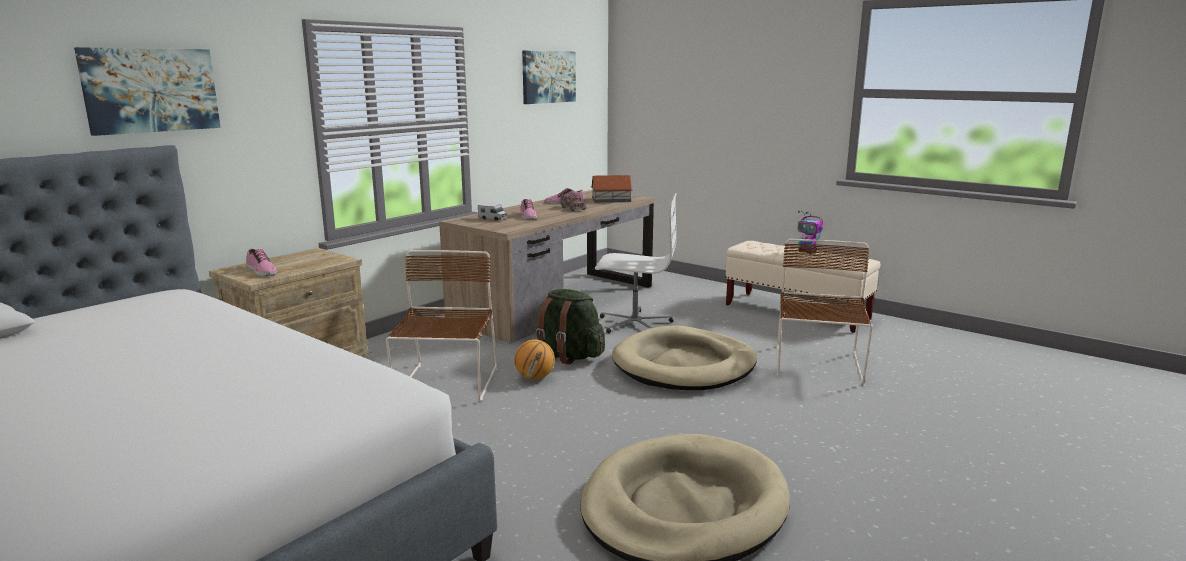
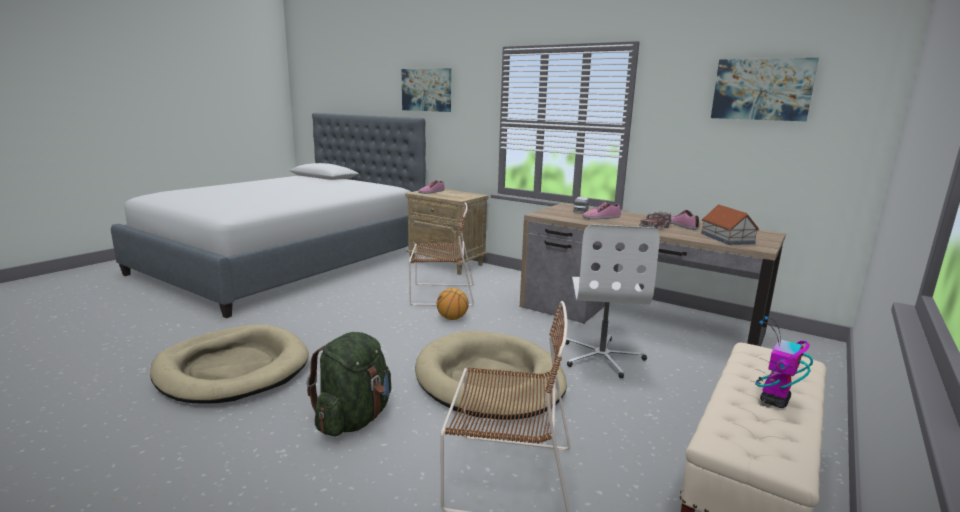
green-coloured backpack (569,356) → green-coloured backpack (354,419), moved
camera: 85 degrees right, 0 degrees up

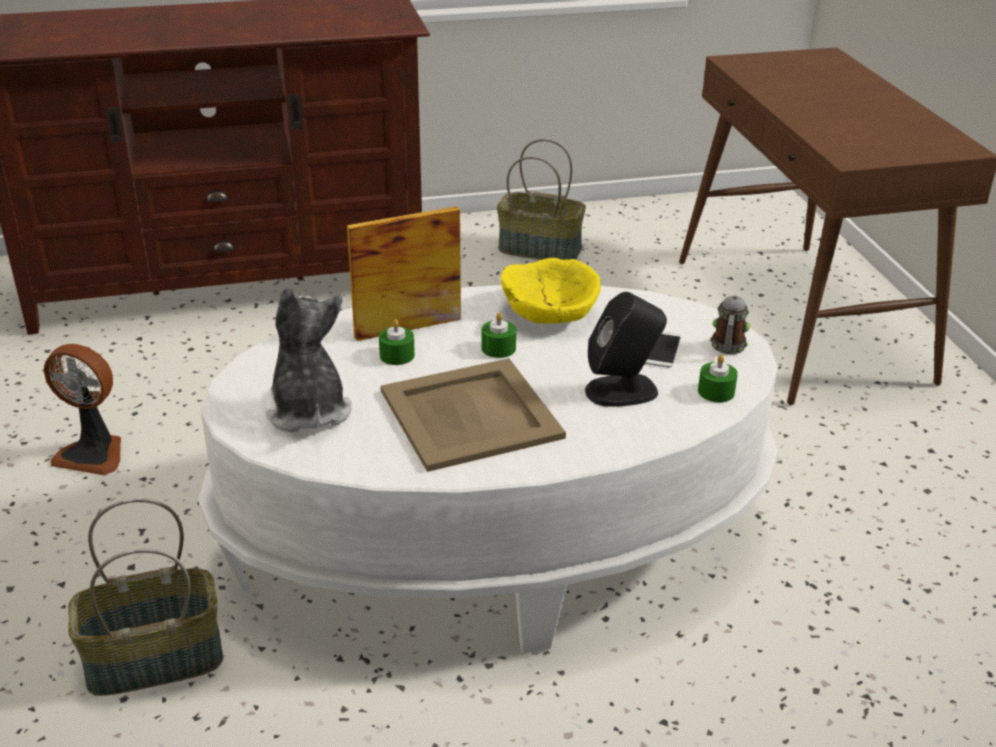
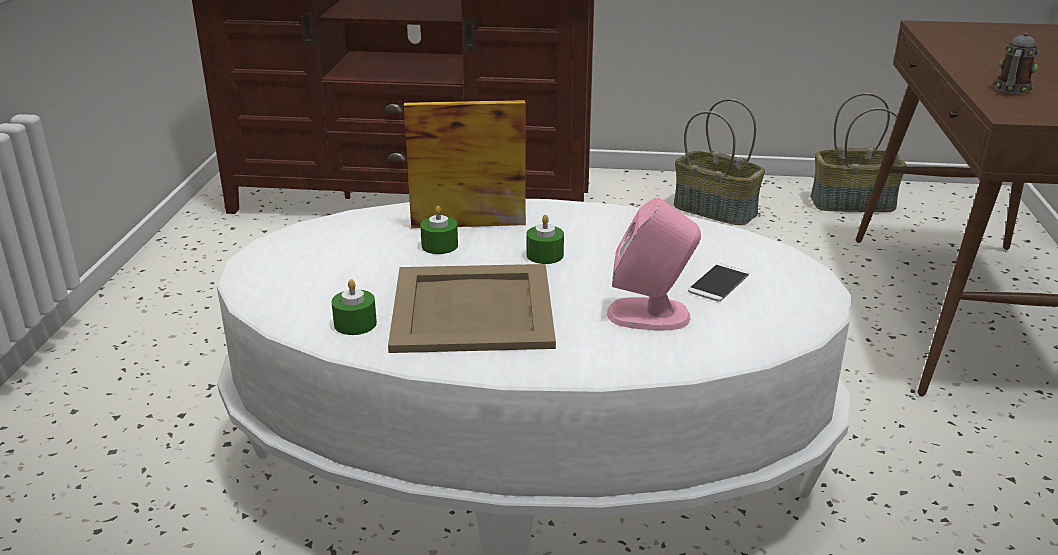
electric fan (93,453) → -
storage basket (153,662) → storage basket (852,204), moved
cuddly toy (308,410) → -
yellowish serving bowl (550,311) → -
blackish audio speaker (622,391) → pink-coloured audio speaker (650,315)
green-coloured candle (716,392) → green-coloured candle (355,324), moved
coffee mug (727,348) → coffee mug (1011,90), moved
camera: 20 degrees right, 5 degrees down

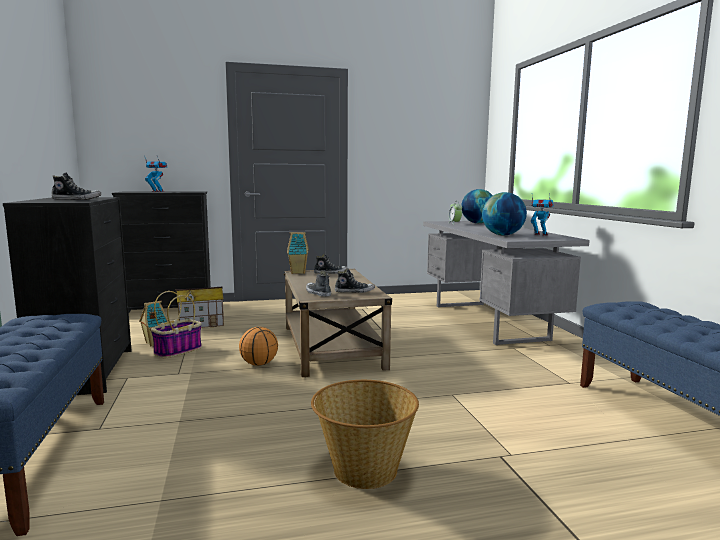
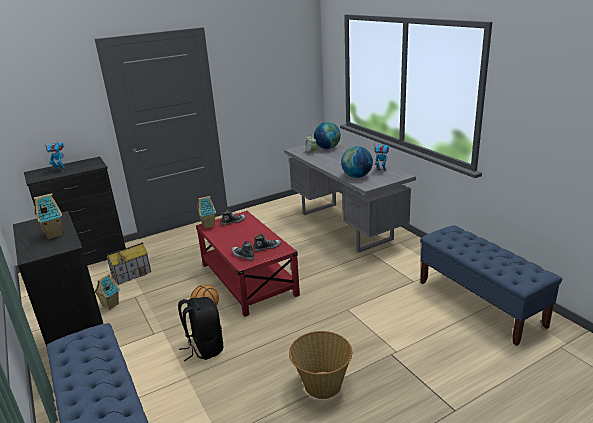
item of footwear (77,199) → miniature house (54,234)
storage basket (178,350) → -
beige-coloured low table (331,347) → red low table (248,279)
- → blackish backpack (204,348)
camera: 15 degrees left, 15 degrees up

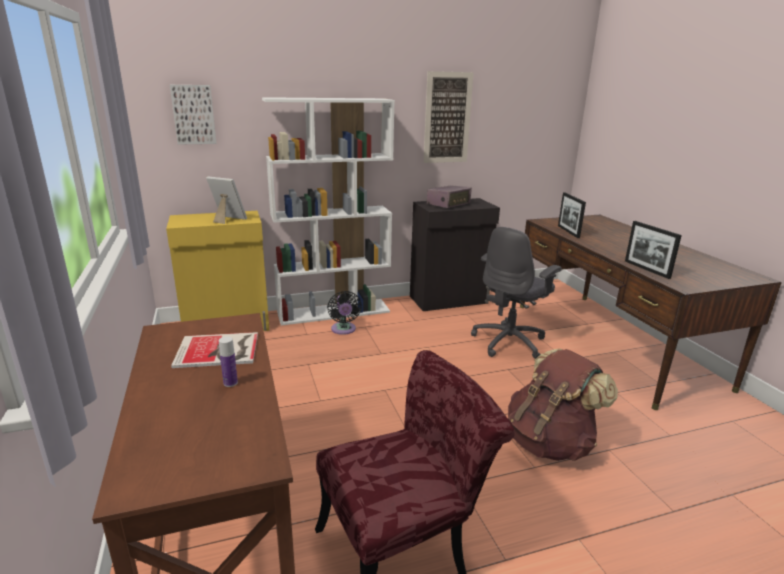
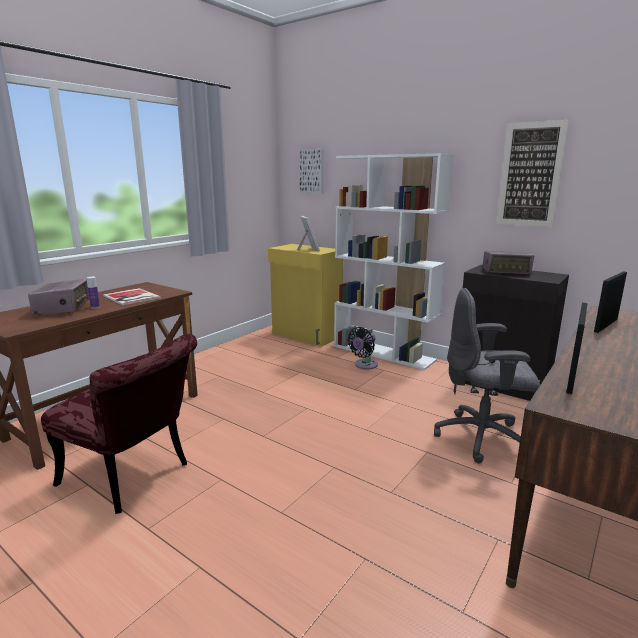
brown-coloured backpack (550,443) → -
- → radio receiver (63,308)
camera: 55 degrees right, 5 degrees down

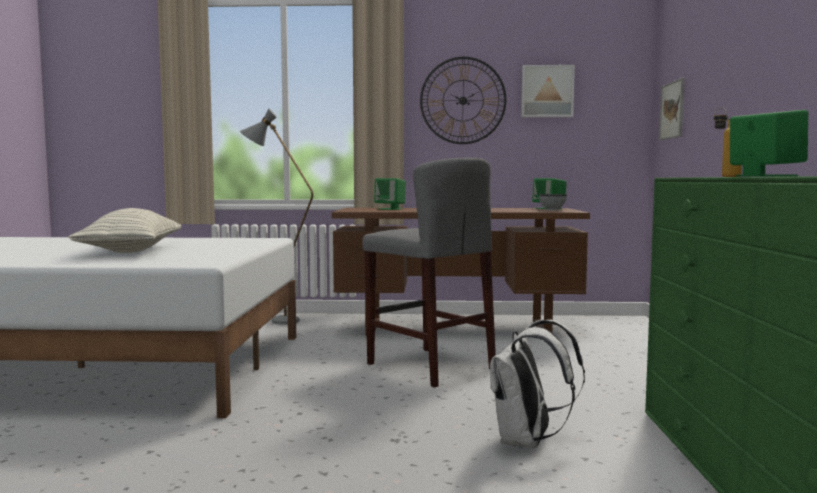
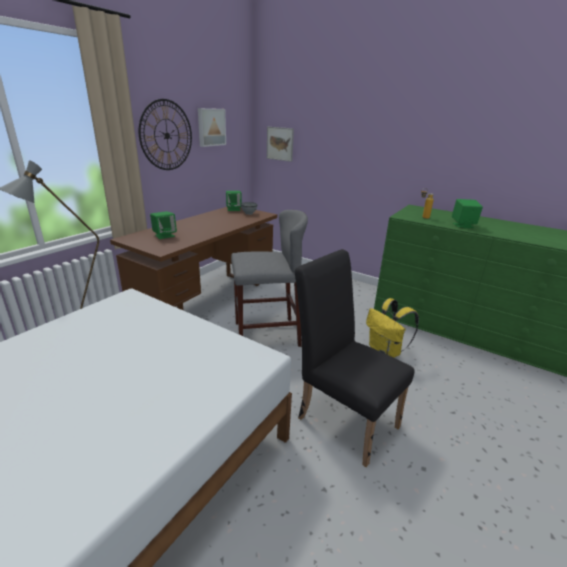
throw pillow (132,251) → -
white backpack (527,441) → yellowish backpack (385,352)
- → blackish plain chair (342,417)
camera: 60 degrees left, 20 degrees up

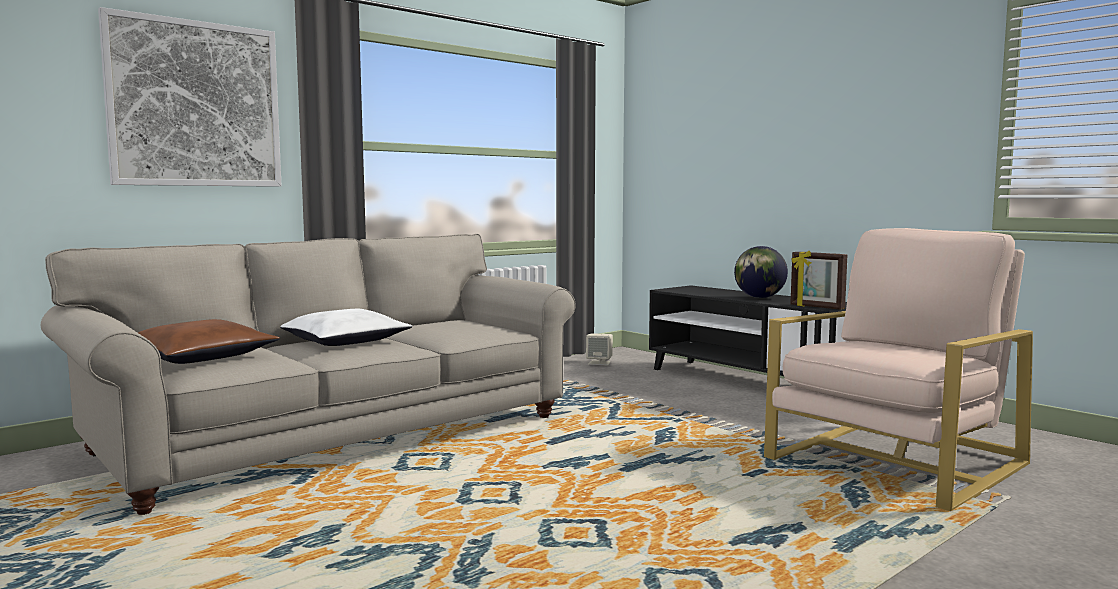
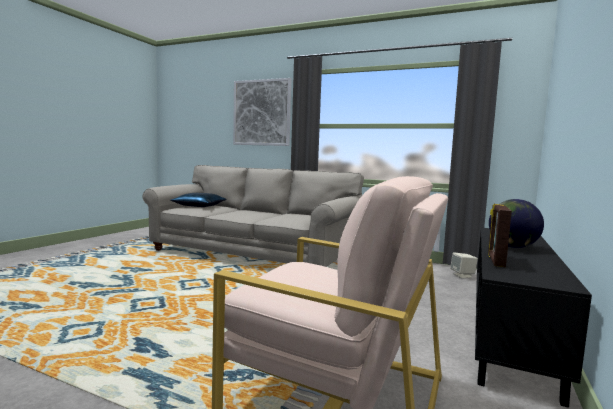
brown-coloured throw pillow (201,357) → blue-coloured throw pillow (200,206)
white throw pillow (346,341) → -
camera: 65 degrees right, 0 degrees up

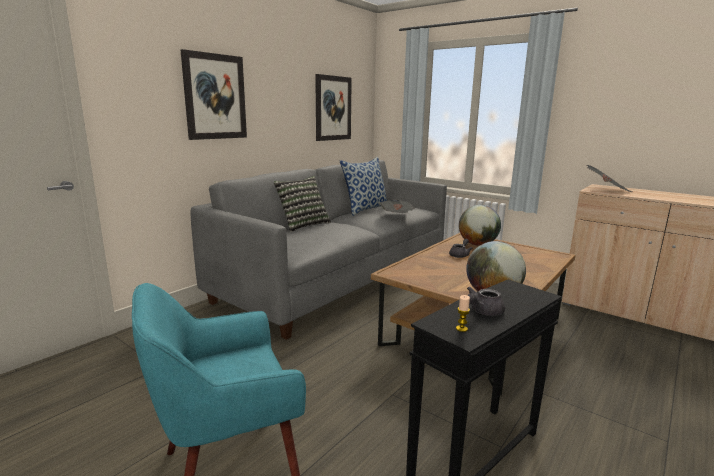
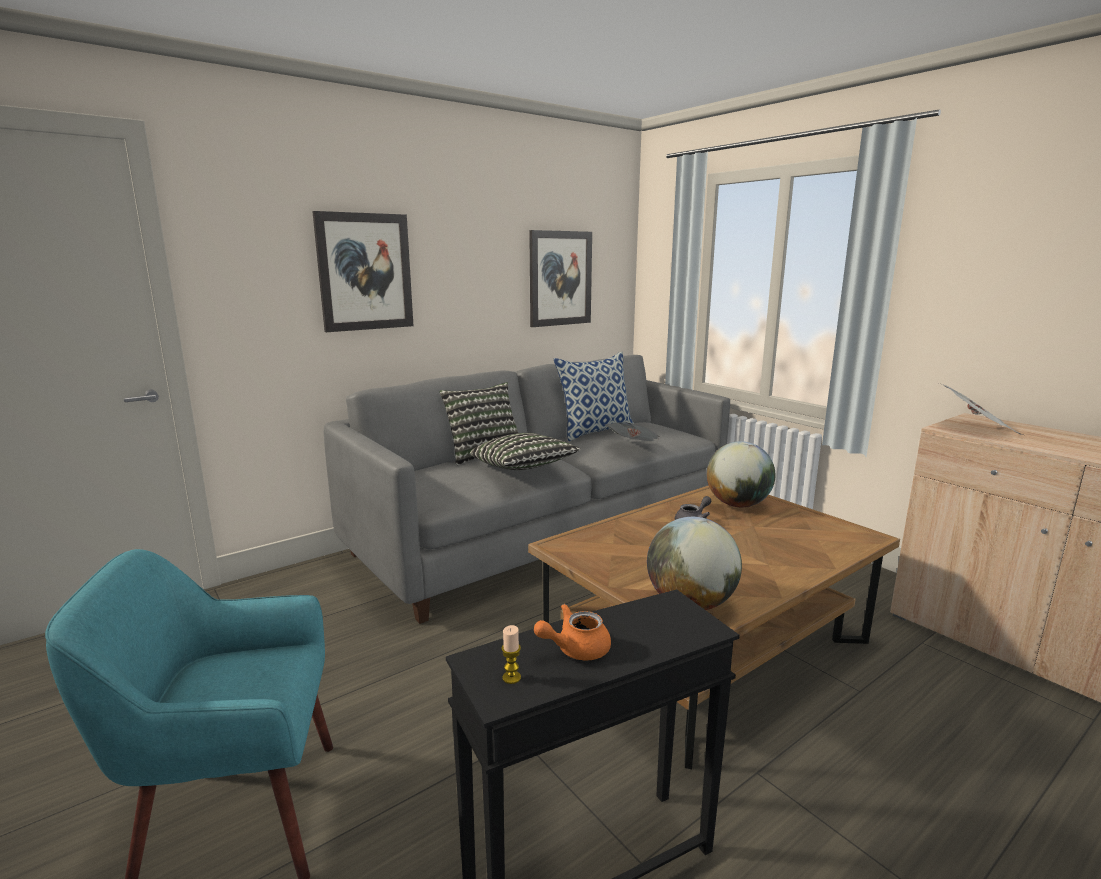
greyish tea pot (483,312) → orange tea pot (575,649)
- → throw pillow (523,468)
camera: 15 degrees right, 0 degrees up

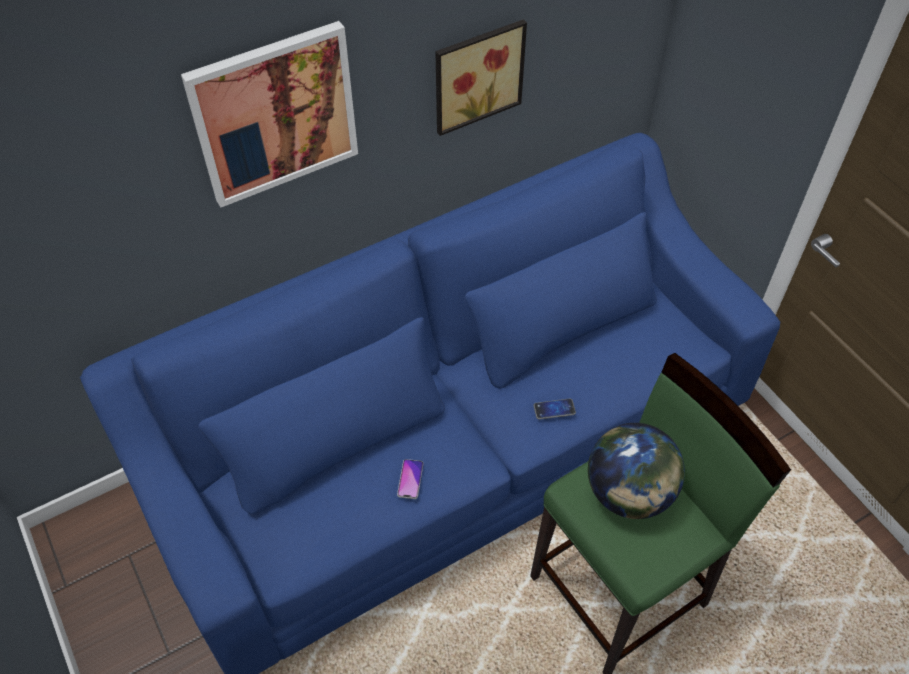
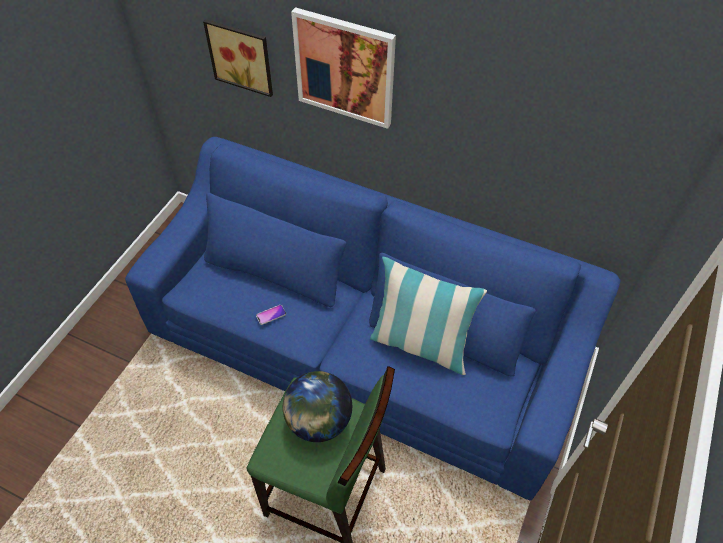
wall picture (476,74) → wall picture (241,56), moved
phone (554,409) → -
- → throw pillow (420,344)
camera: 55 degrees right, 0 degrees up

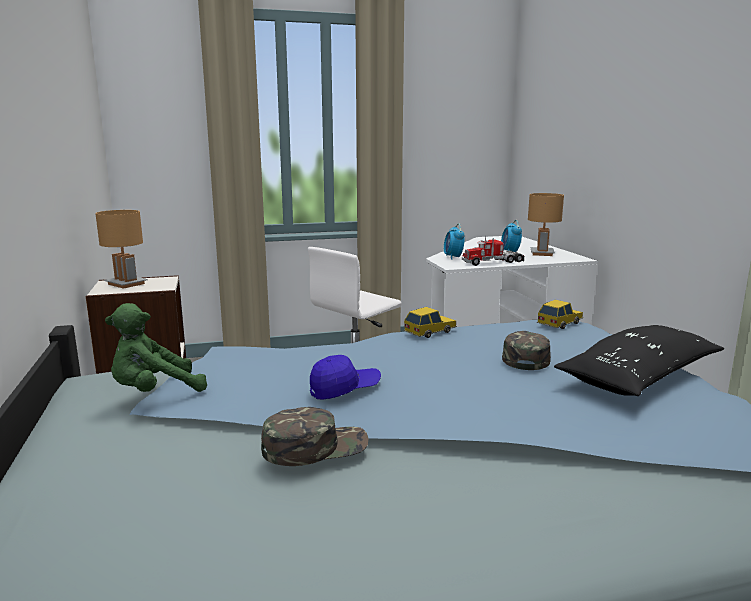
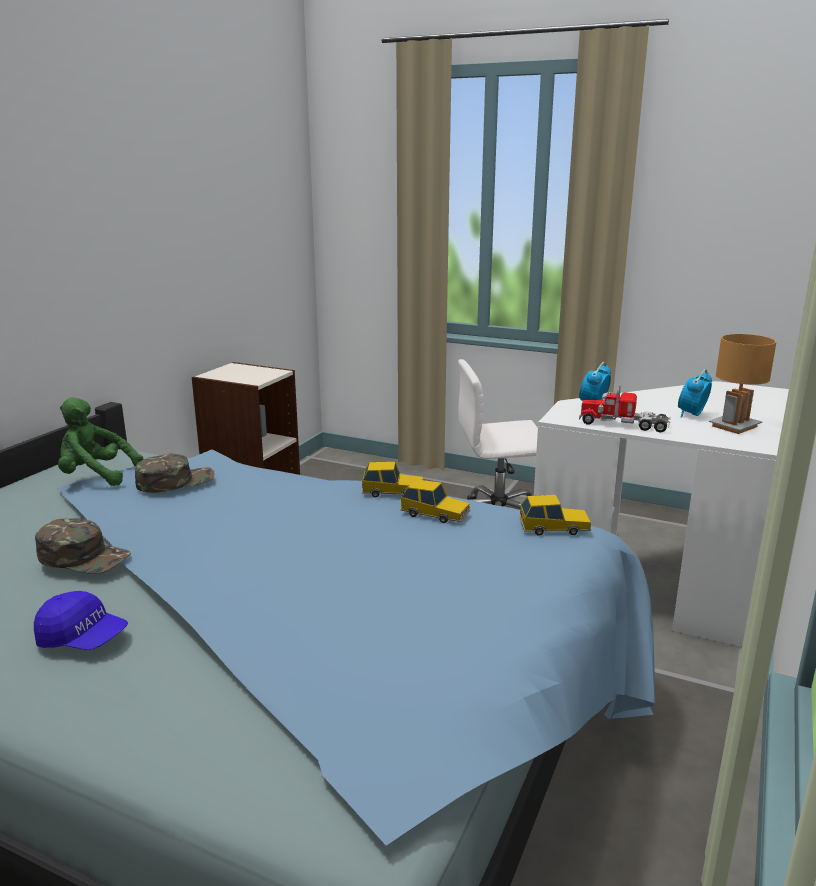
brown-coloured lamp for a table (126,284) → -
blue-coloured cap (344,390) → blue-coloured cap (83,639), moved
green-coloured cap (525,357) → green-coloured cap (175,481), moved
blackish throw pillow (639,377) → -
- → miniature car (435,514)
camera: 40 degrees right, 5 degrees up

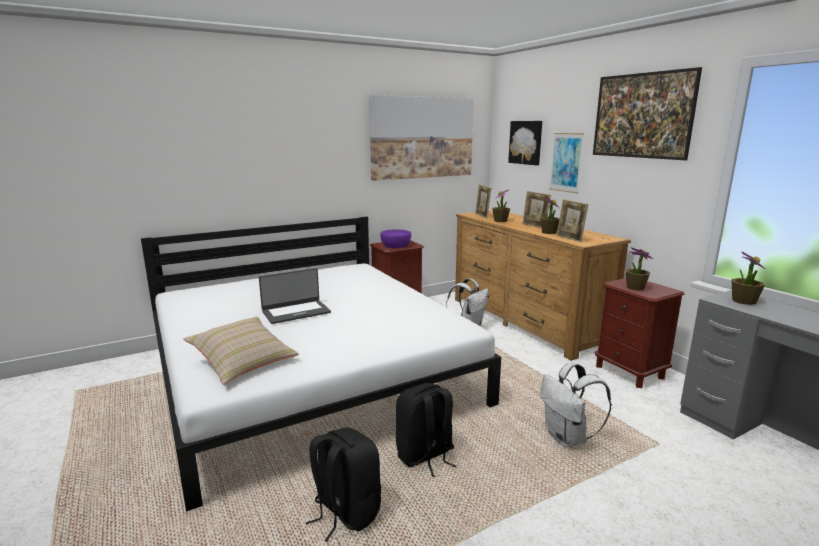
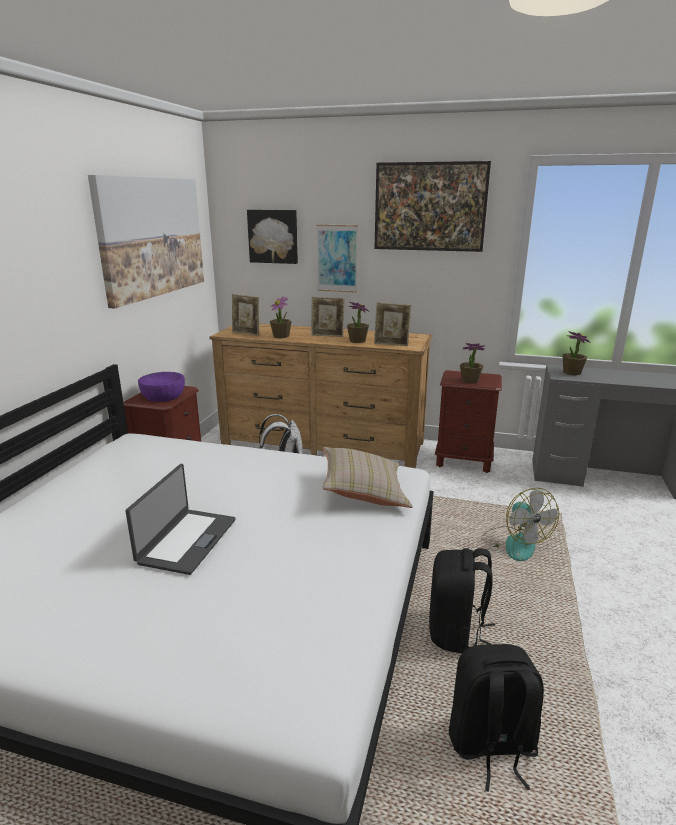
beige-coloured throw pillow (243,362) → beige-coloured throw pillow (363,492), moved
white backpack (568,438) → electric fan (514,543)
camera: 45 degrees left, 5 degrees up

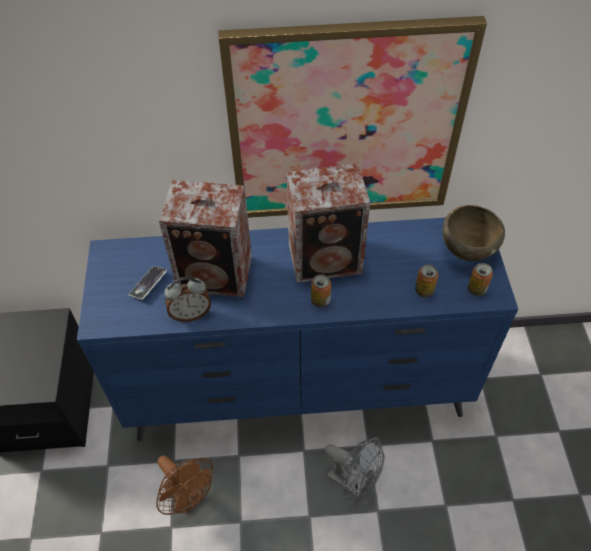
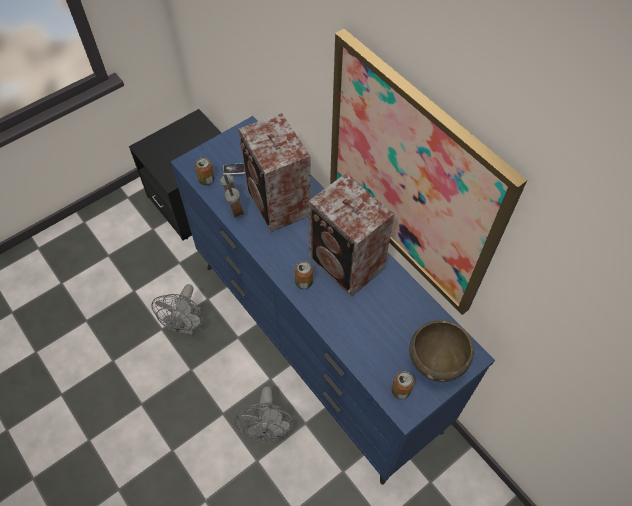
brown-coloured electric fan (188,497) → greyish electric fan (187,325)
table clock (191,314) → table clock (234,209), 150 degrees counterclockwise
metal can (424,291) → metal can (206,180), moved
camera: 55 degrees right, 5 degrees up

